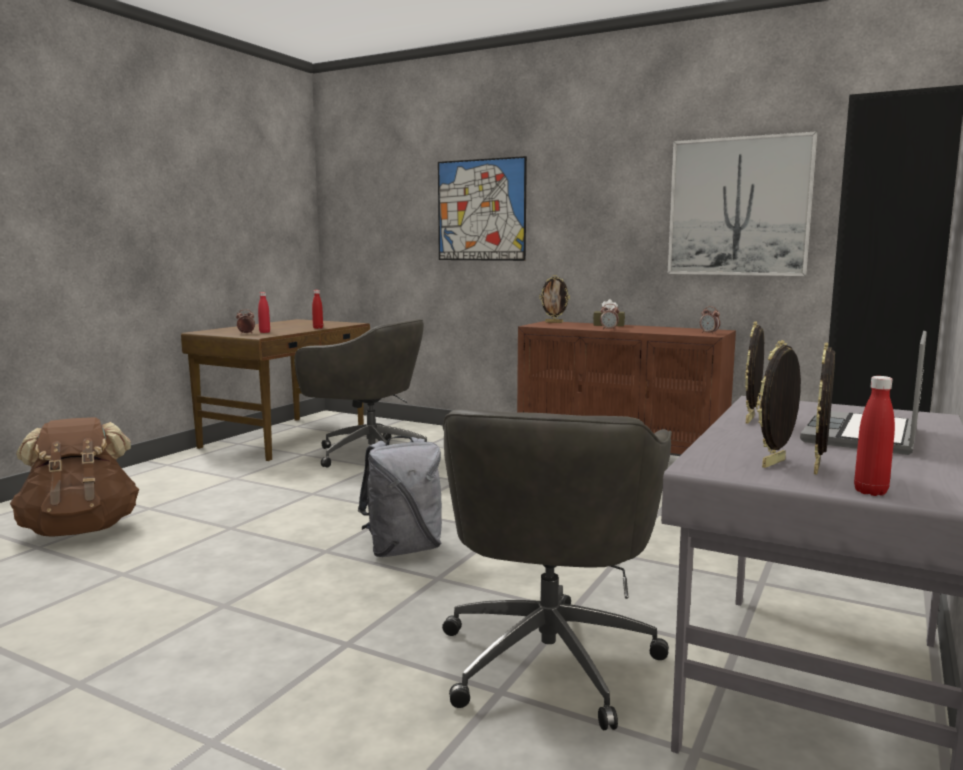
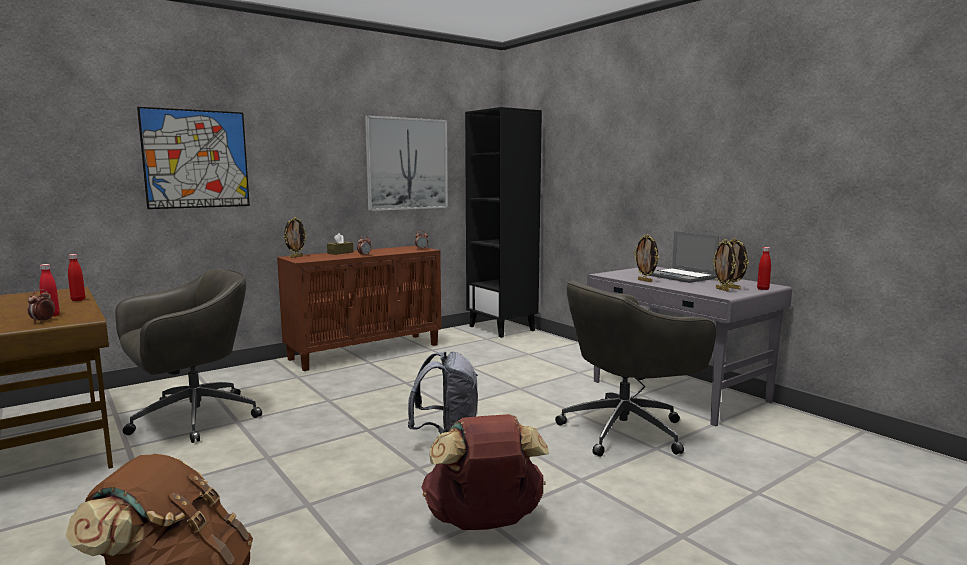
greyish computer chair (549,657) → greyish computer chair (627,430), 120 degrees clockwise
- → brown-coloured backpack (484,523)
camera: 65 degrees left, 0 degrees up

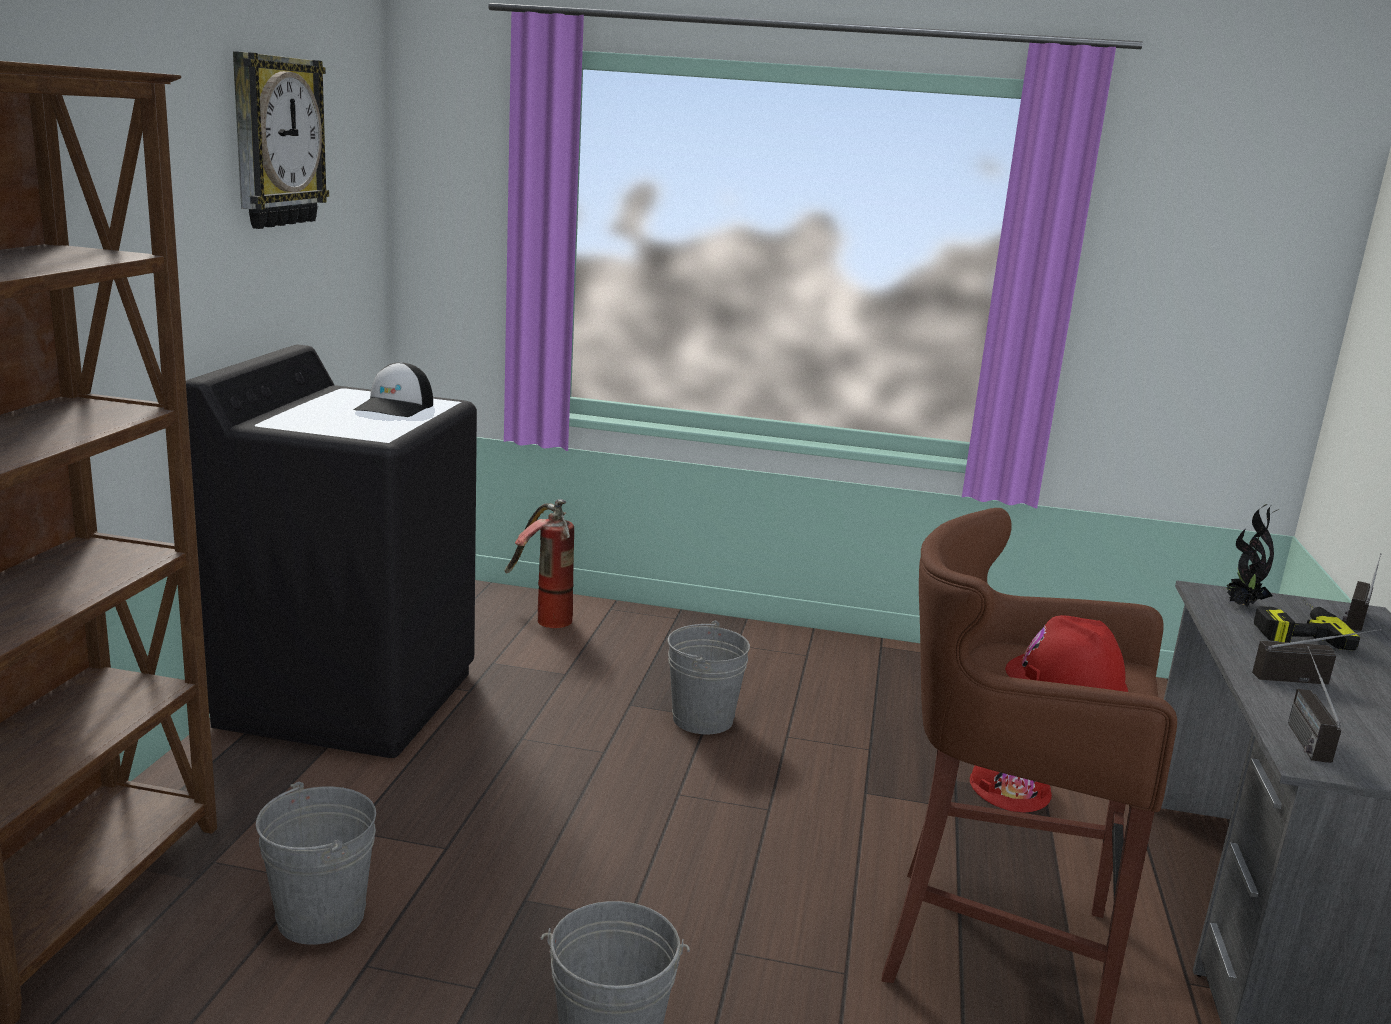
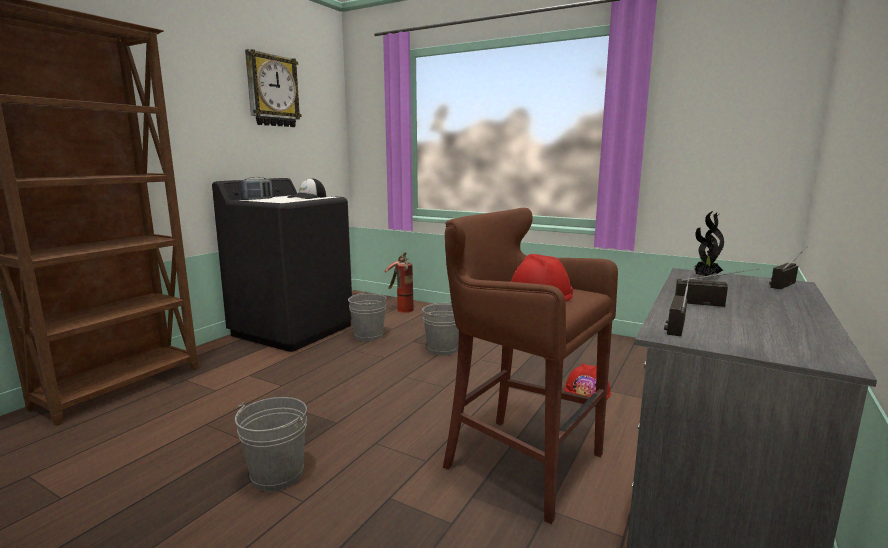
greyish water bucket (321,916) → greyish water bucket (368,336), moved
drill (1292,627) → -
- → radio receiver (257,199)
camera: 20 degrees right, 5 degrees down

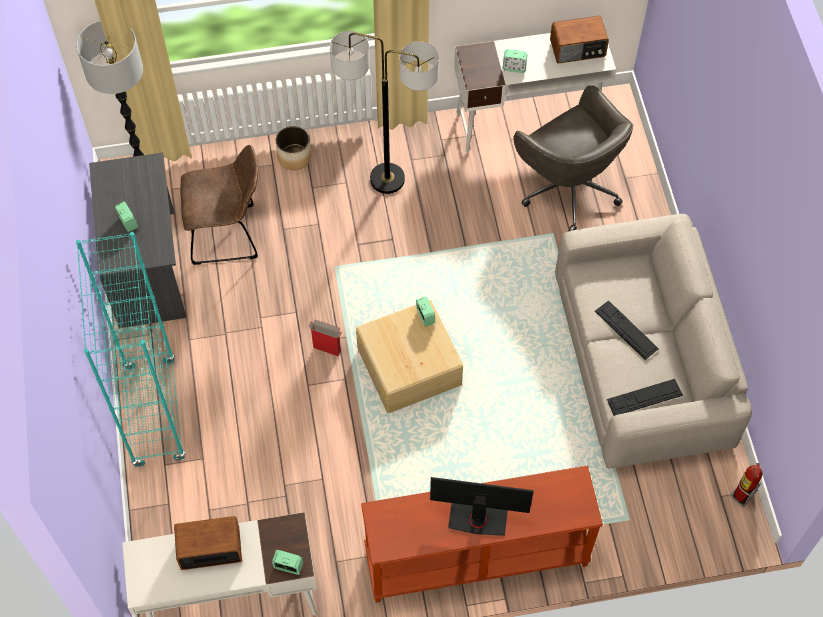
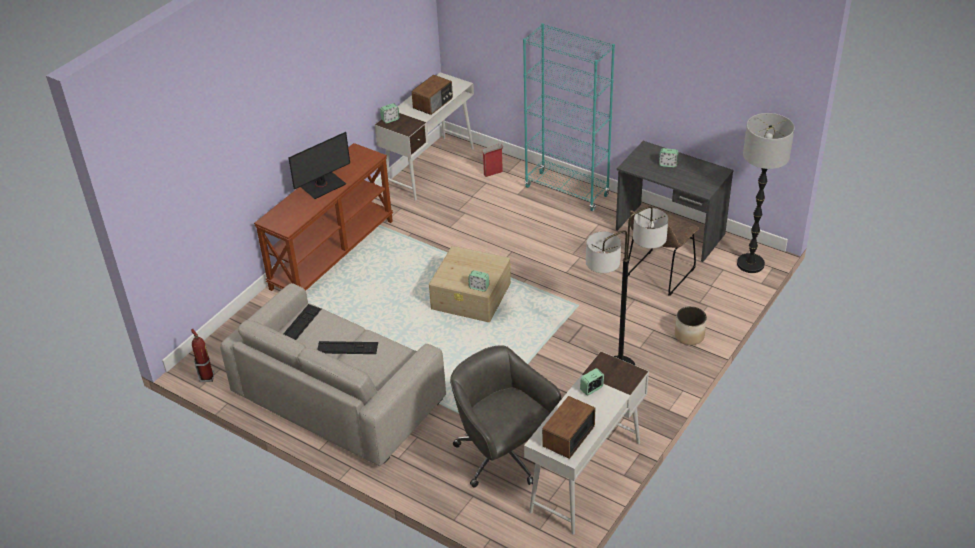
cardboard box (327,349) → cardboard box (492,173), moved
greyish computer chair (568,188) → greyish computer chair (503,457), 45 degrees clockwise
camera: 135 degrees right, 20 degrees down

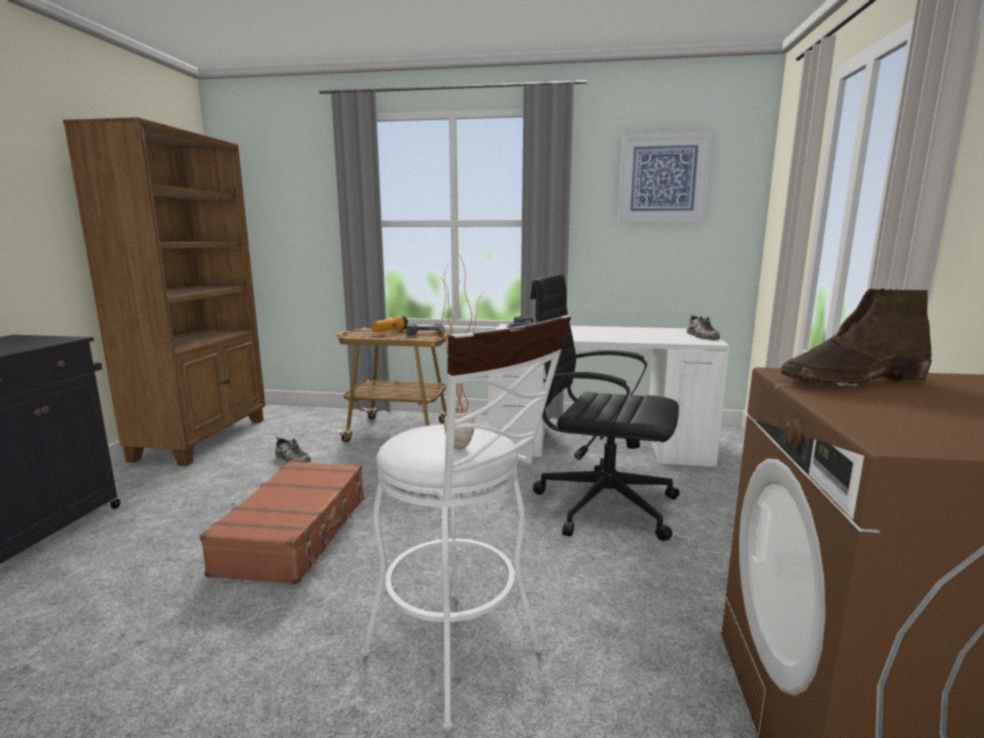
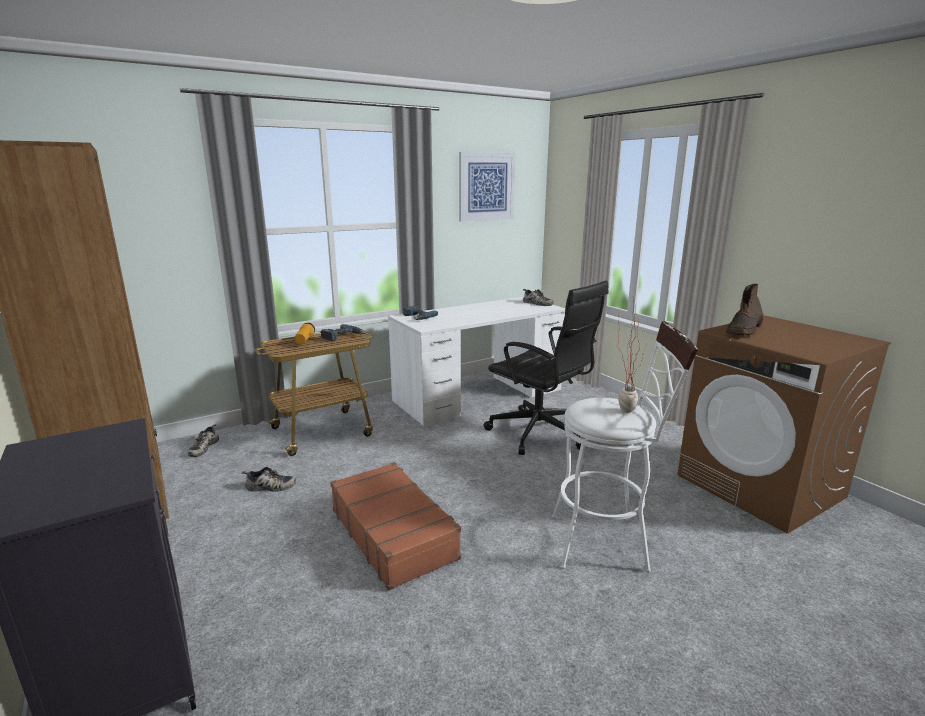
blackish computer chair (601,504) → blackish computer chair (540,433), 120 degrees counterclockwise
- → item of footwear (203,447)
camera: 40 degrees left, 5 degrees up

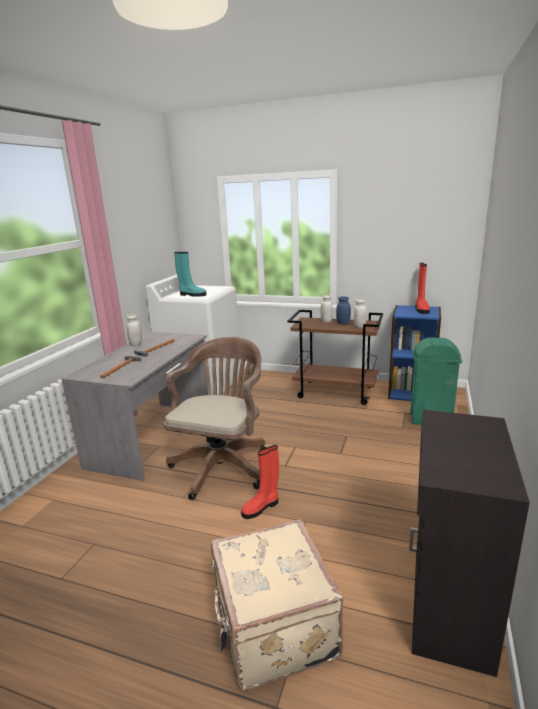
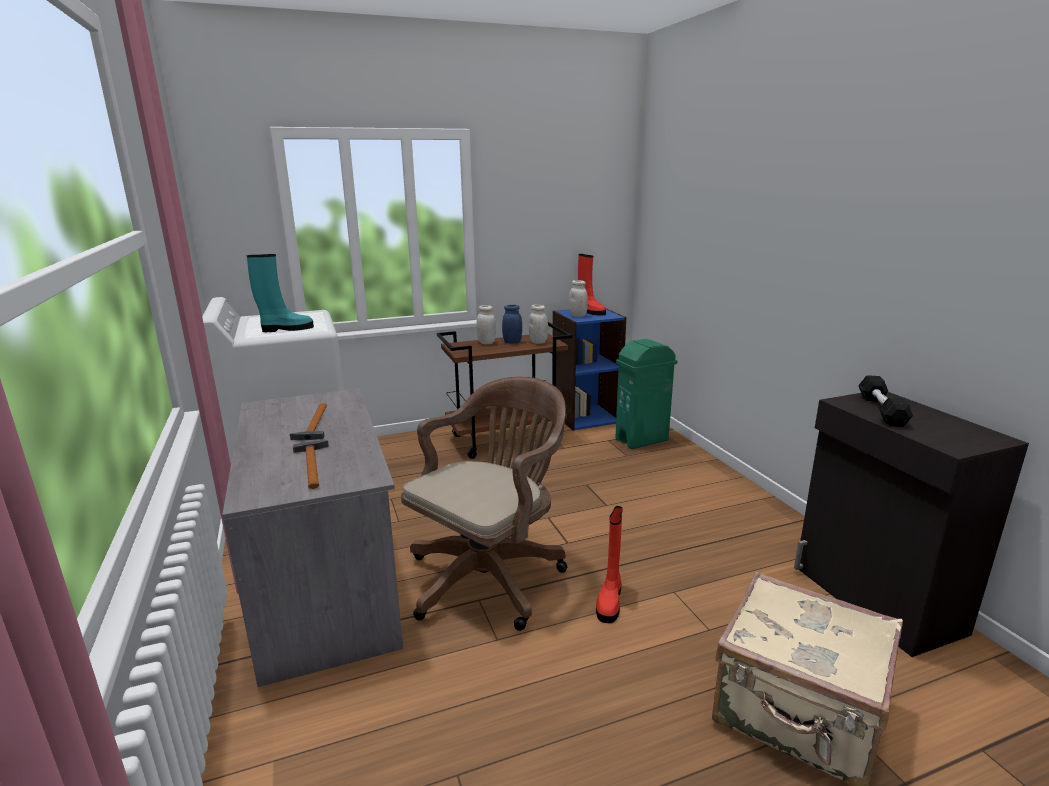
white jar (136,344) → white jar (578,316), moved
brown-coloured computer chair (223,465) → brown-coloured computer chair (491,575), 60 degrees clockwise
- → blackish free weight (881,410)
camera: 40 degrees left, 0 degrees up

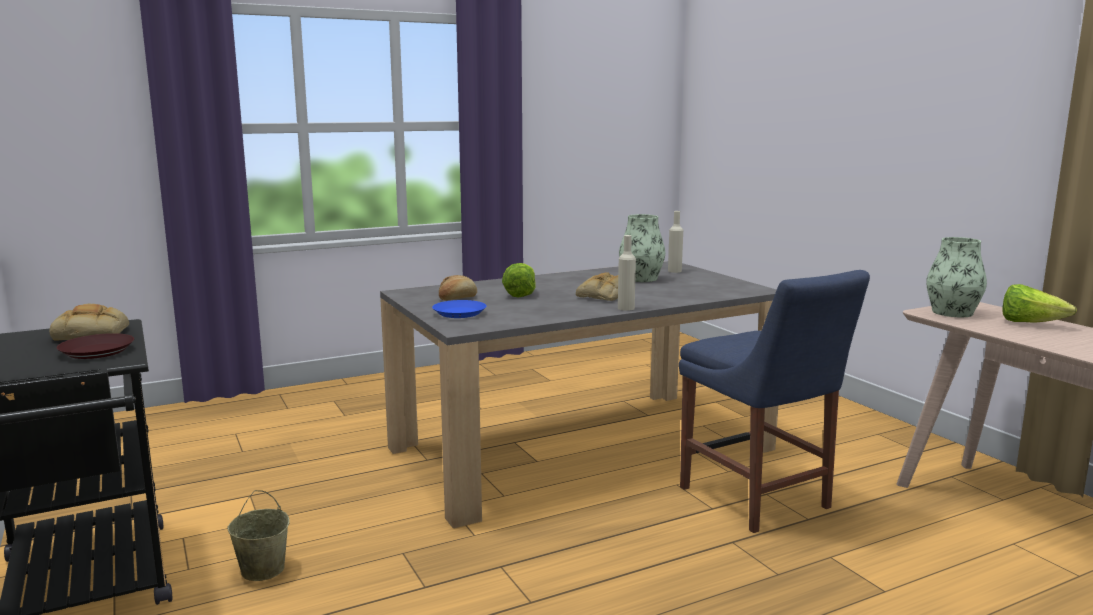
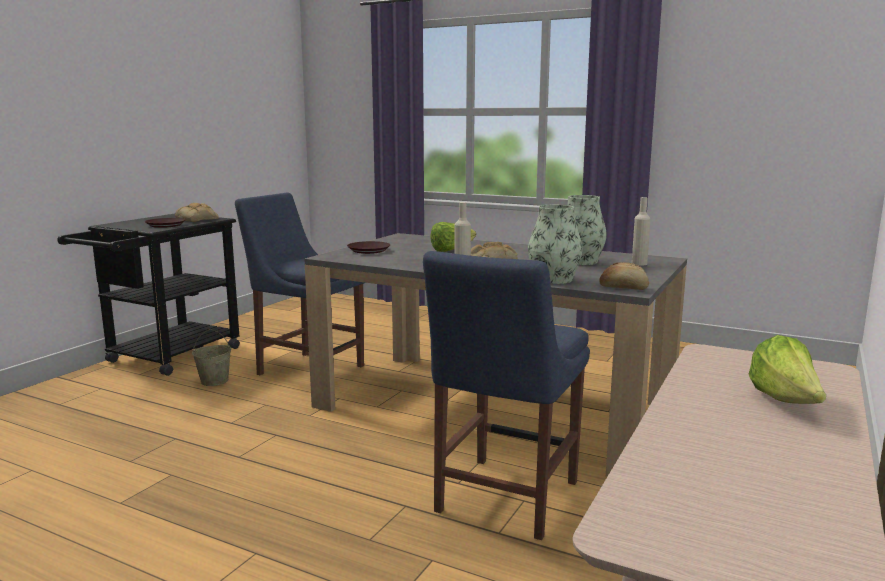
blue-coloured dinner plate (460,313) → brown-coloured dinner plate (369,250)
bakery bread (457,298) → bakery bread (623,288), moved
decorative vase (952,312) → decorative vase (553,279), moved
- → blue-coloured plain chair (307,369)
camera: 55 degrees right, 0 degrees up

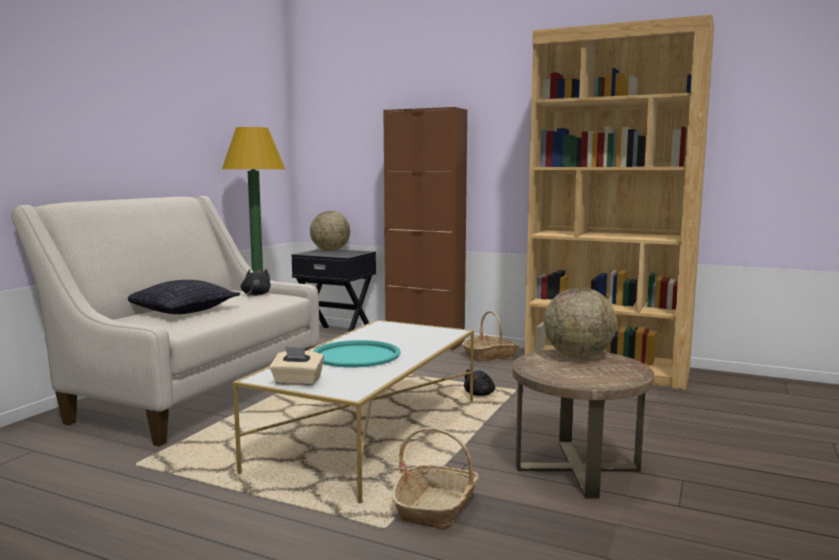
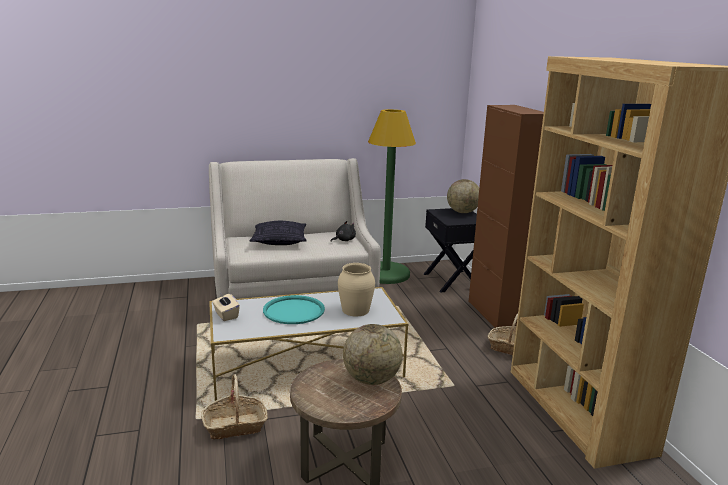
blackish cuddly toy (480,394) → -
- → beige-coloured decorative vase (355,310)
camera: 50 degrees right, 10 degrees up

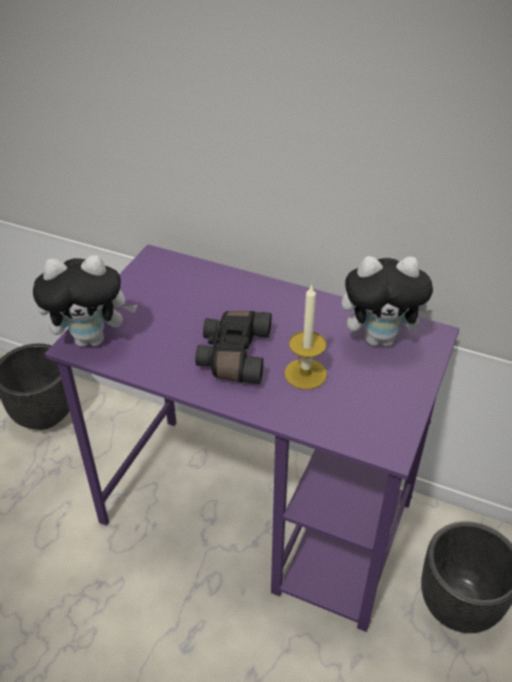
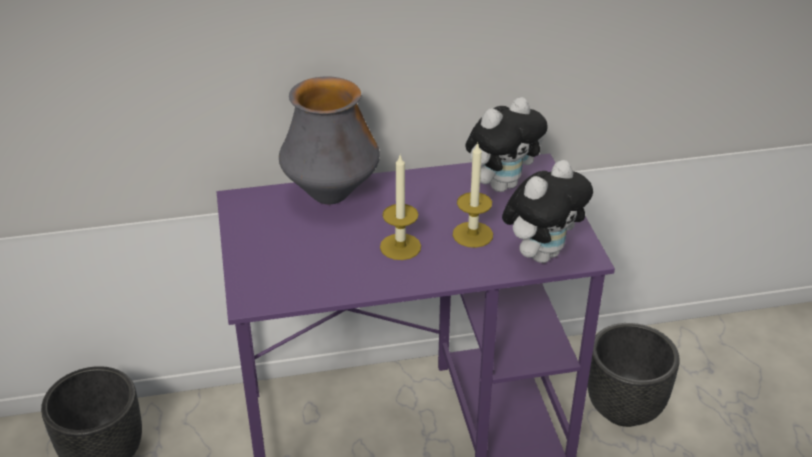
cuddly toy (92,338) → cuddly toy (541,253), moved
blackish field glasses (233,355) → candle (400,247)
- → decorative vase (331,195)
camera: 35 degrees left, 5 degrees down

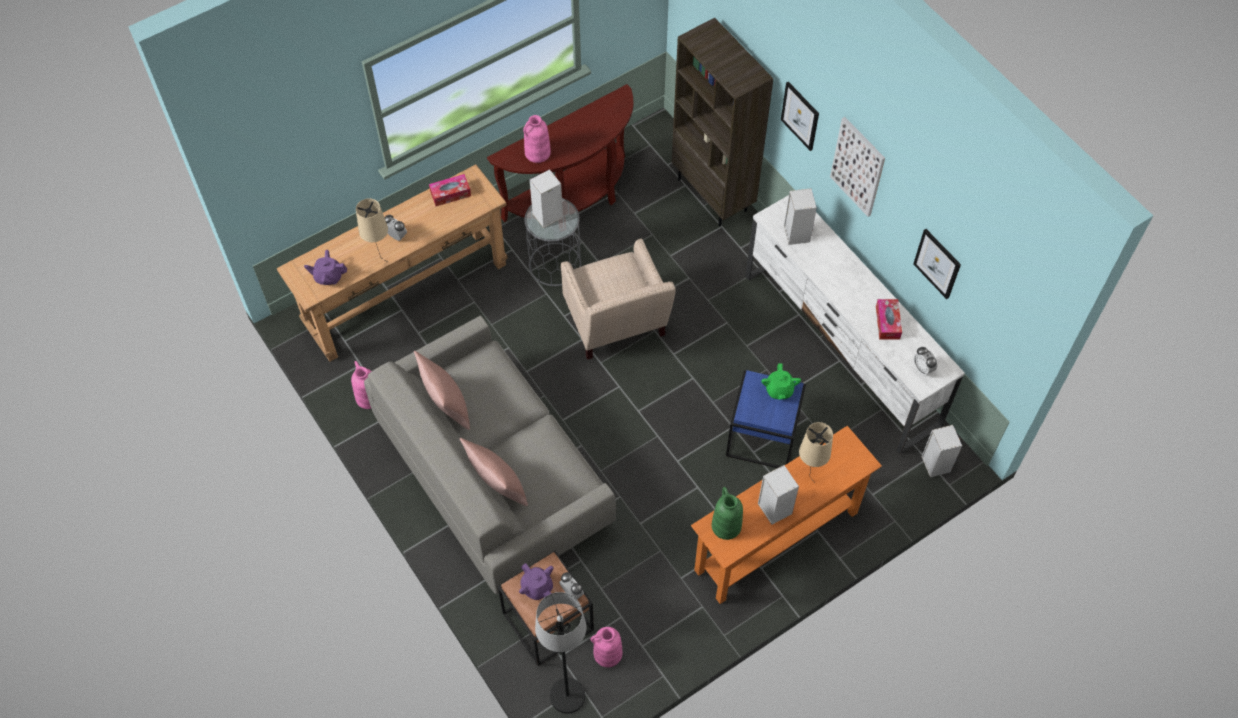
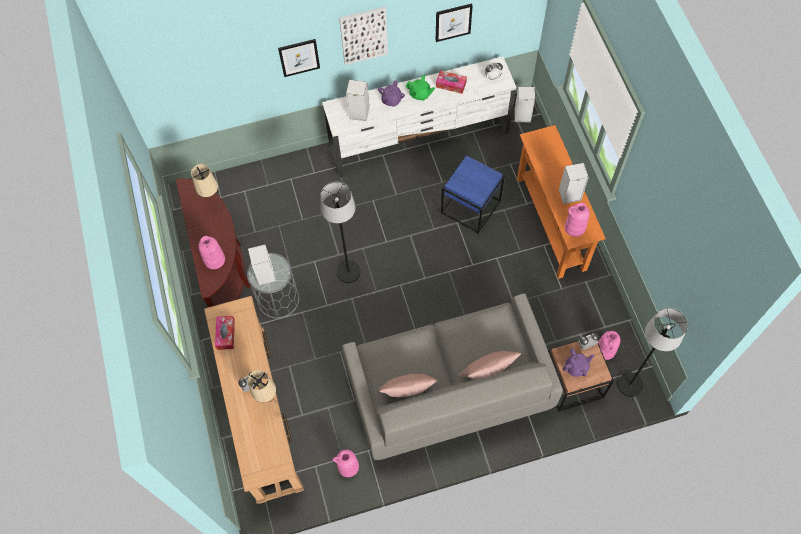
purple-coloured tea pot (328,276) → purple-coloured tea pot (391,100), moved
beige-coloured armchair (616,326) → blackish standard lamp (348,272)
brown-coloured bookshelf (713,195) → -
green-coloured decorative vase (725,526) → pink-coloured decorative vase (574,228)
green-coloured tea pot (779,390) → green-coloured tea pot (420,94), moved
beige-coloured lamp for a table (808,478) → beige-coloured lamp for a table (214,207), moved
camera: 70 degrees left, 5 degrees up

